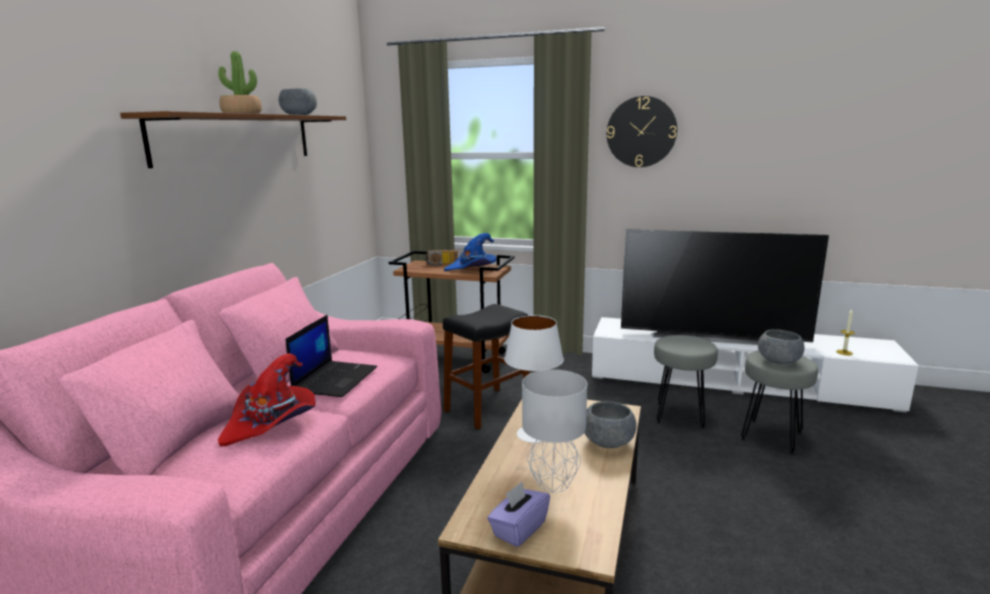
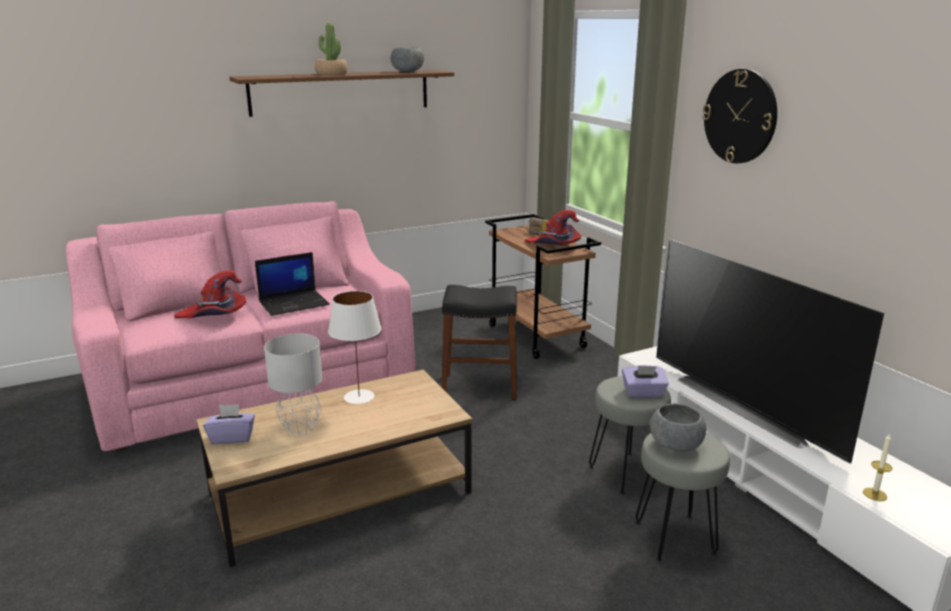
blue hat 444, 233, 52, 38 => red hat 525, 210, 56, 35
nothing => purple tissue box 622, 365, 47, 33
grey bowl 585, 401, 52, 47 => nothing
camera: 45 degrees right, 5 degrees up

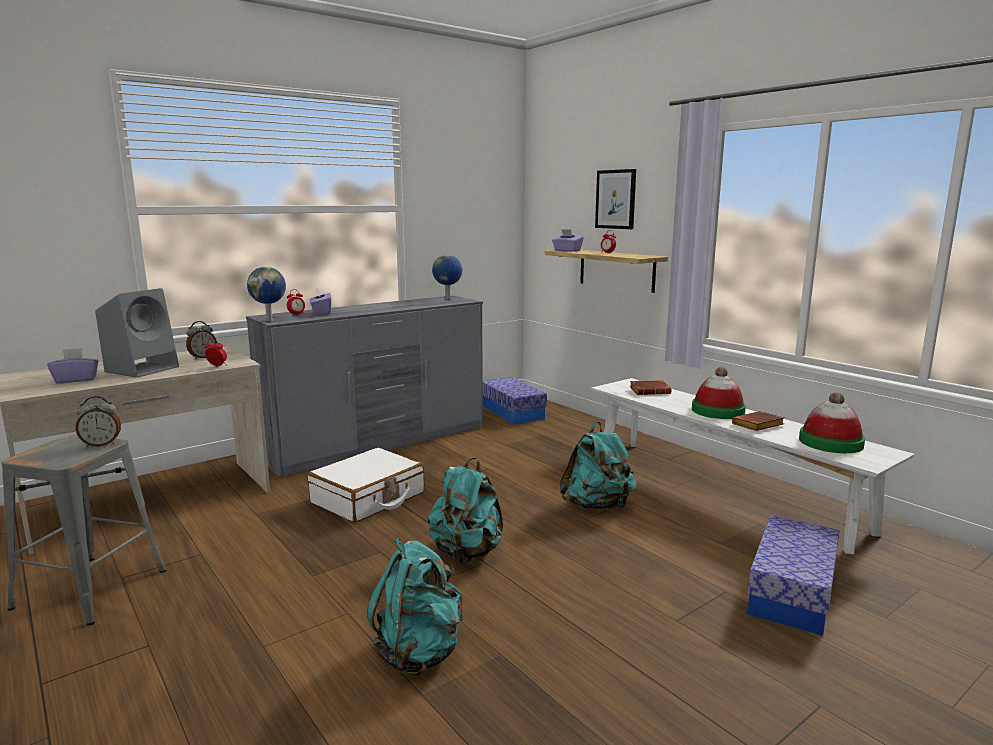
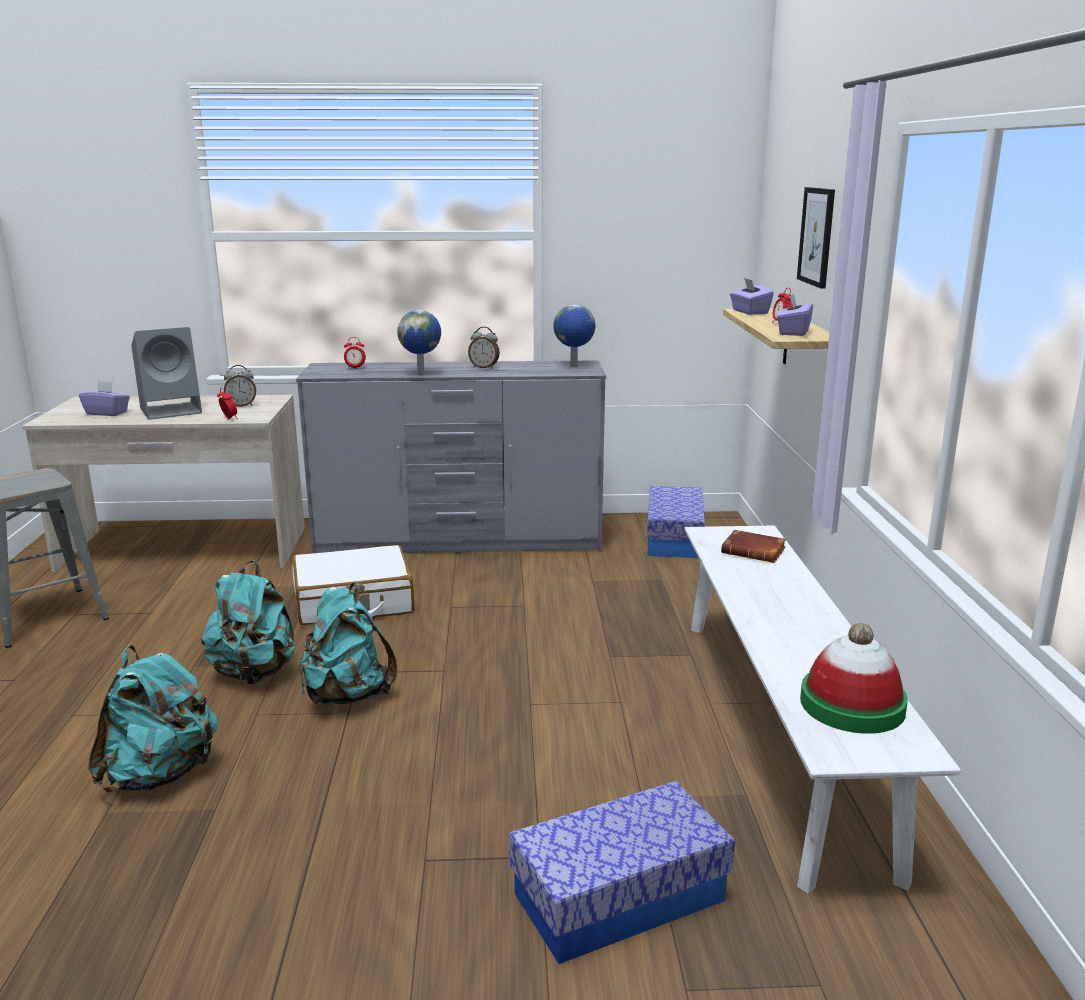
turquoise backpack 560, 421, 77, 89 => turquoise backpack 201, 560, 94, 124, relocated
globe 247, 267, 39, 54 => globe 397, 310, 44, 65, relocated
alarm clock 76, 396, 45, 51 => alarm clock 468, 327, 32, 42, relocated
purple tissue box 310, 288, 21, 27 => purple tissue box 777, 293, 36, 43, relocated
hat 692, 367, 54, 52 => nothing
brown book 732, 411, 53, 20 => nothing
camera: 35 degrees right, 5 degrees up

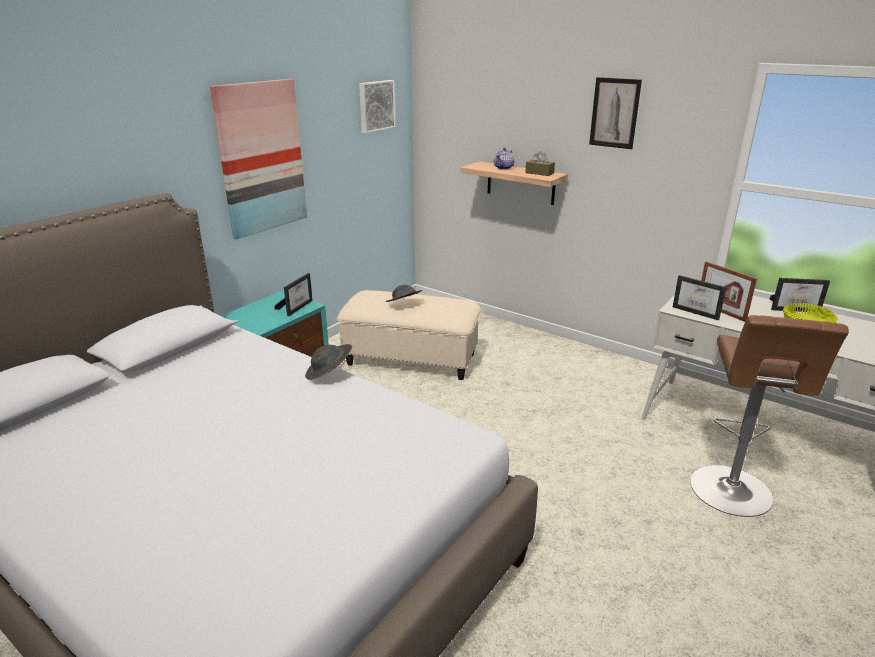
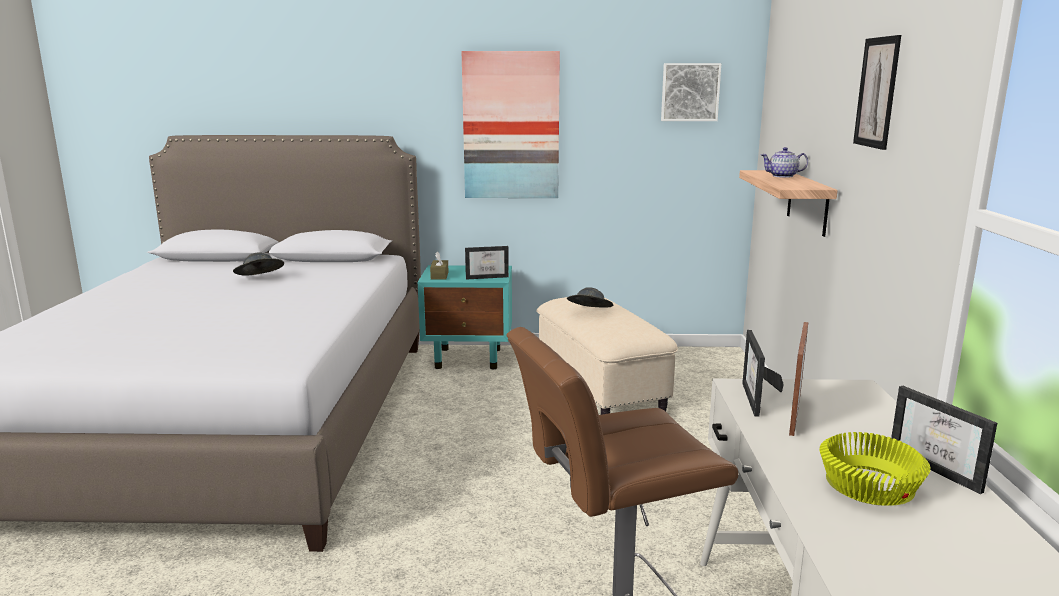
grey hat 305, 344, 47, 36 => grey hat 233, 252, 51, 24, relocated
brown tissue box 525, 151, 30, 25 => brown tissue box 430, 252, 18, 28, relocated
camera: 55 degrees right, 10 degrees down

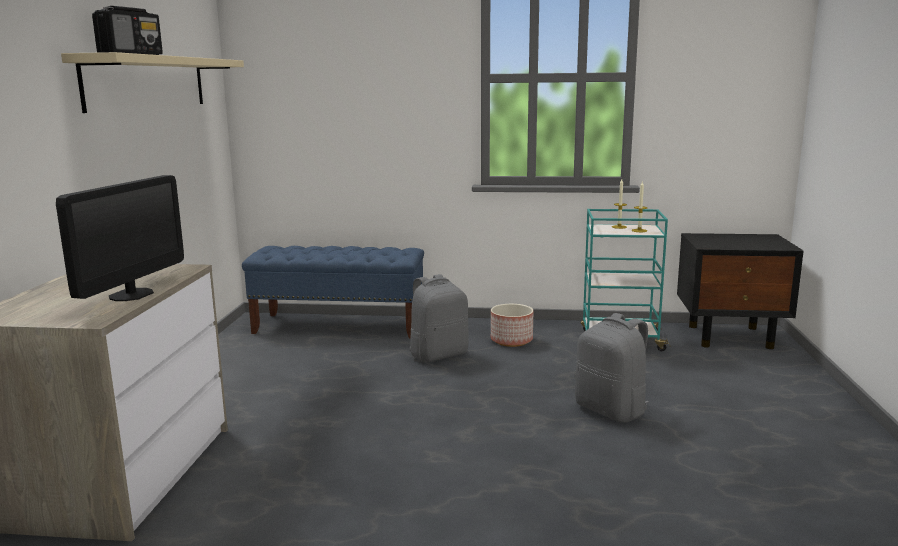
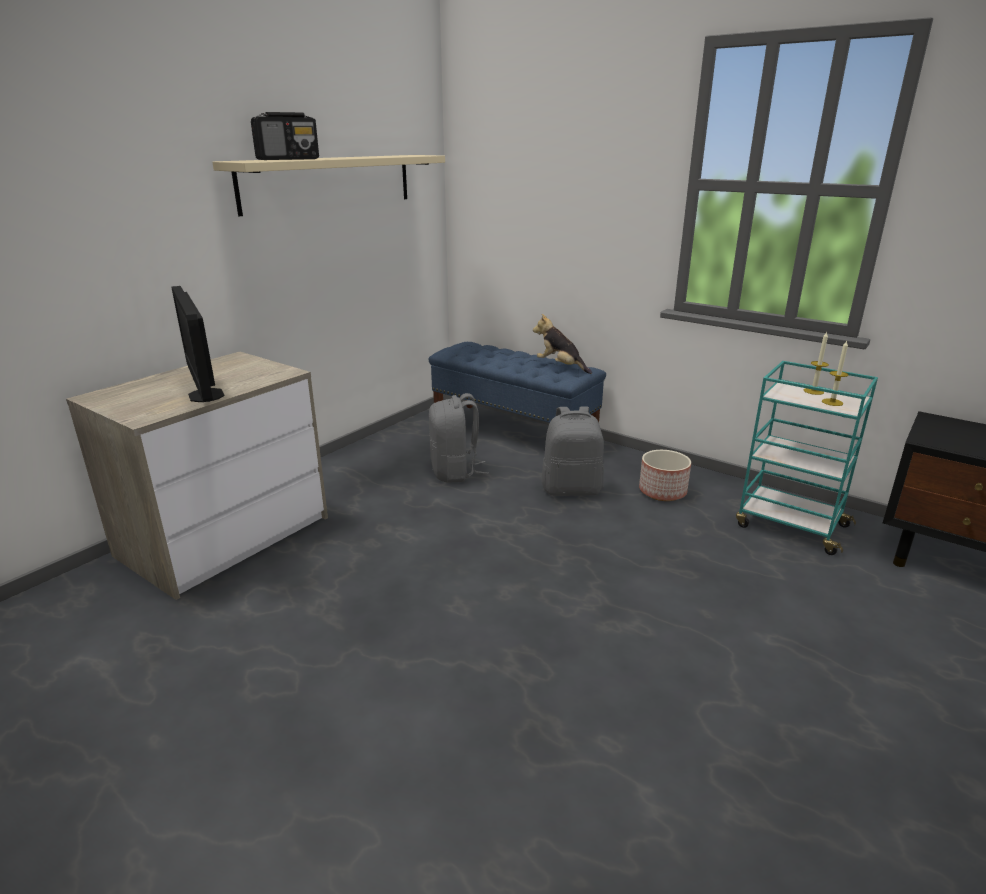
monitor 56, 175, 128, 126 => monitor 171, 286, 53, 116, 105 degrees clockwise
grey backpack 575, 313, 74, 110 => grey backpack 429, 393, 60, 90, relocated
nothing => plush toy 533, 314, 59, 60
camera: 30 degrees right, 10 degrees up

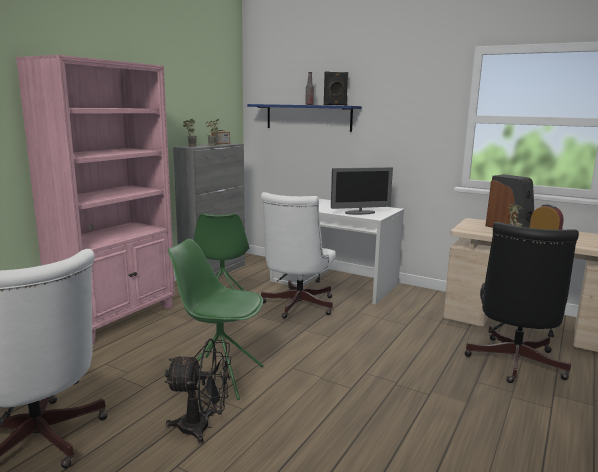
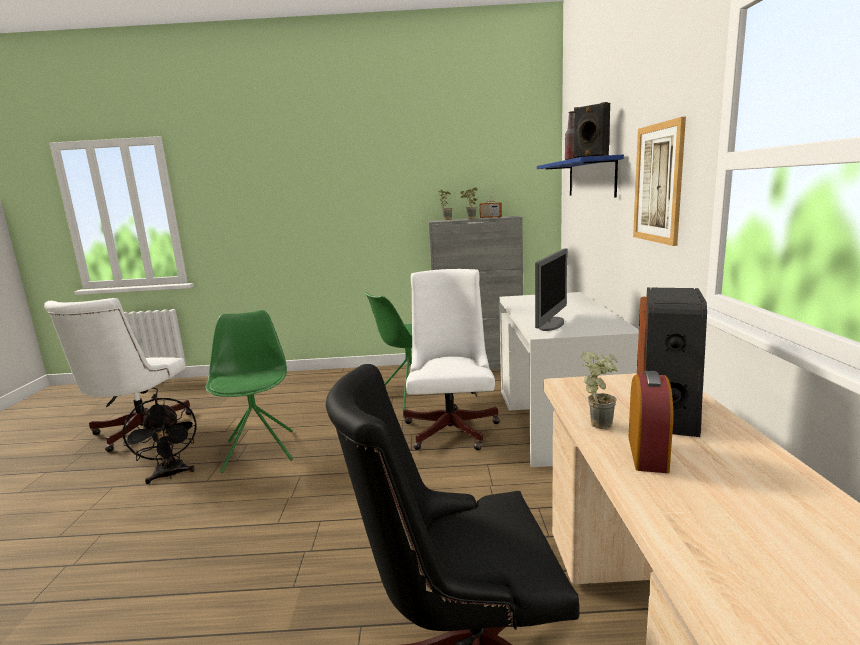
white office chair 261, 192, 75, 127 => white office chair 403, 269, 97, 182, 105 degrees clockwise
monitor 331, 167, 62, 48 => monitor 535, 248, 32, 83, 105 degrees counterclockwise
nothing => picture 633, 117, 53, 129
pink bookcase 16, 55, 159, 289 => nothing
camera: 60 degrees right, 0 degrees up

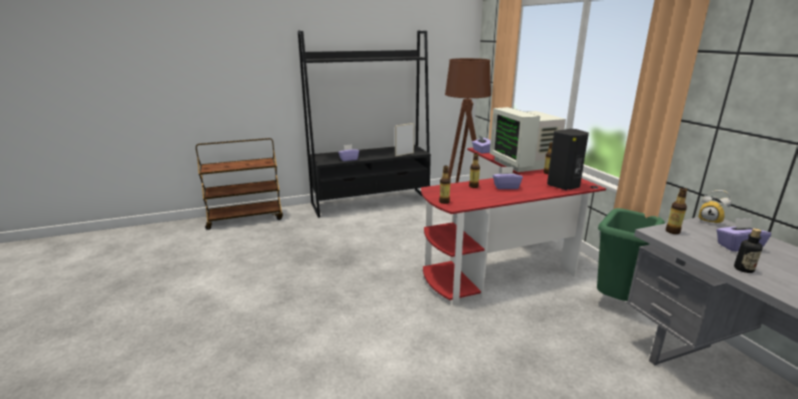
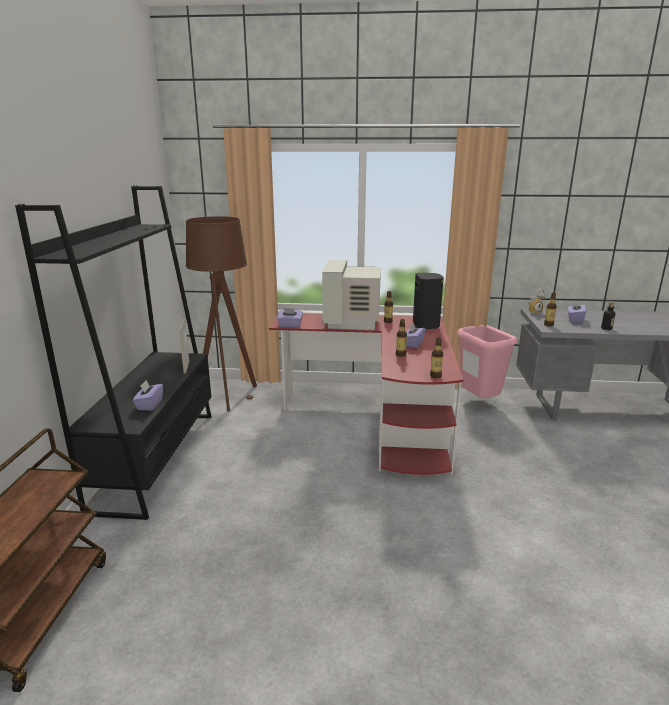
monitor 490, 107, 76, 65 => monitor 322, 260, 59, 70, 90 degrees clockwise
green trash can 597, 208, 68, 93 => pink trash can 457, 325, 60, 73
camera: 65 degrees left, 0 degrees up

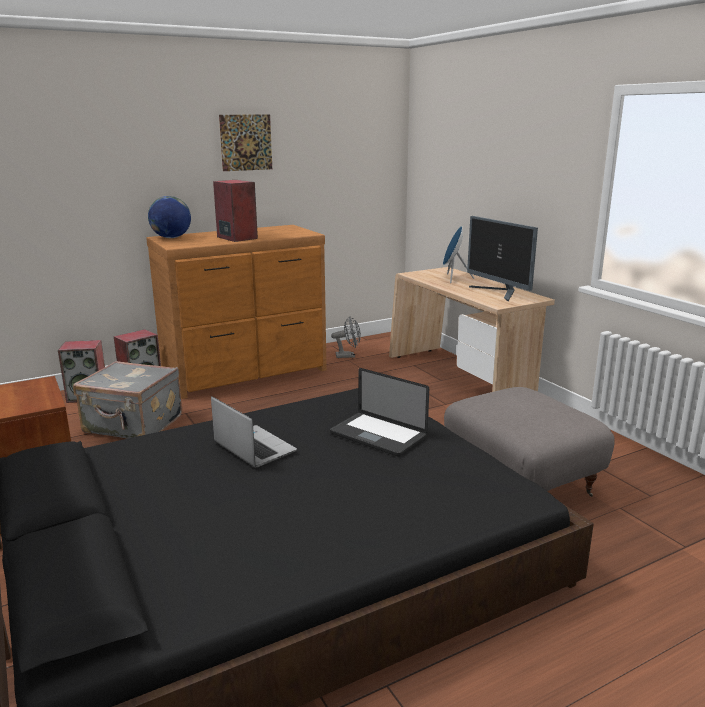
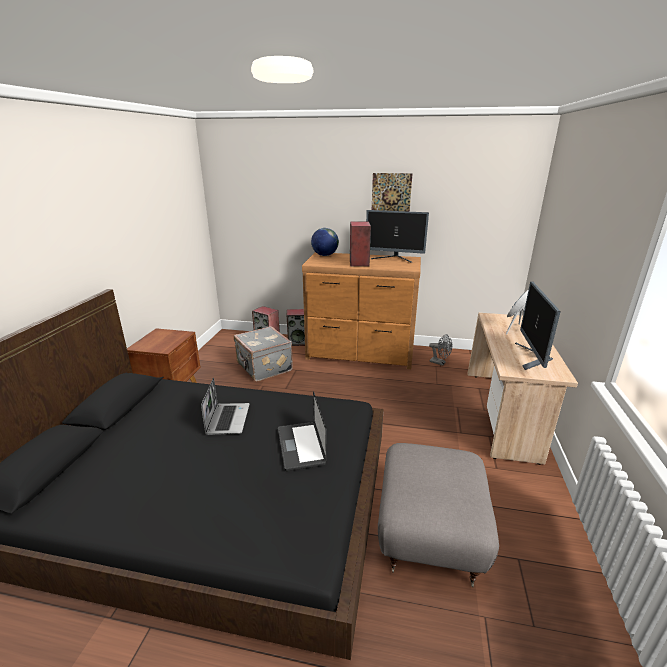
nothing => monitor 366, 210, 63, 53
camera: 40 degrees right, 5 degrees up

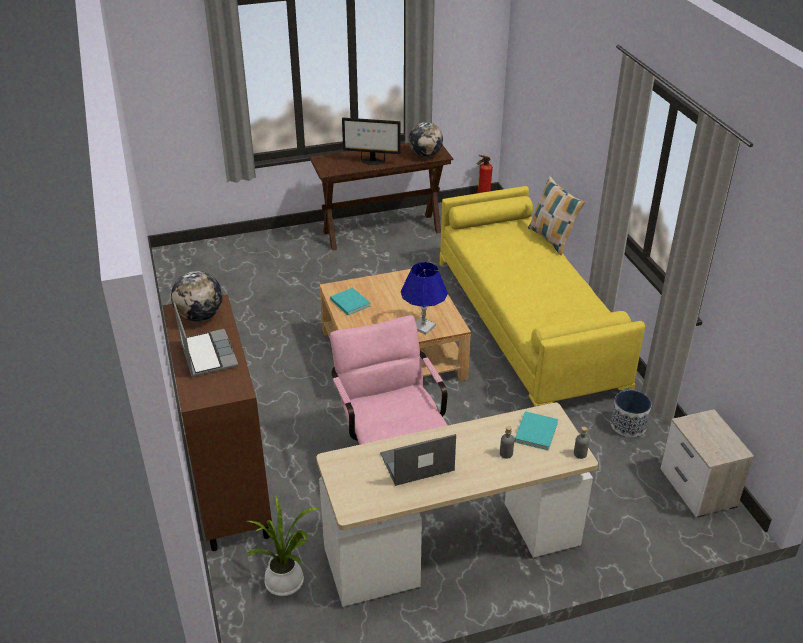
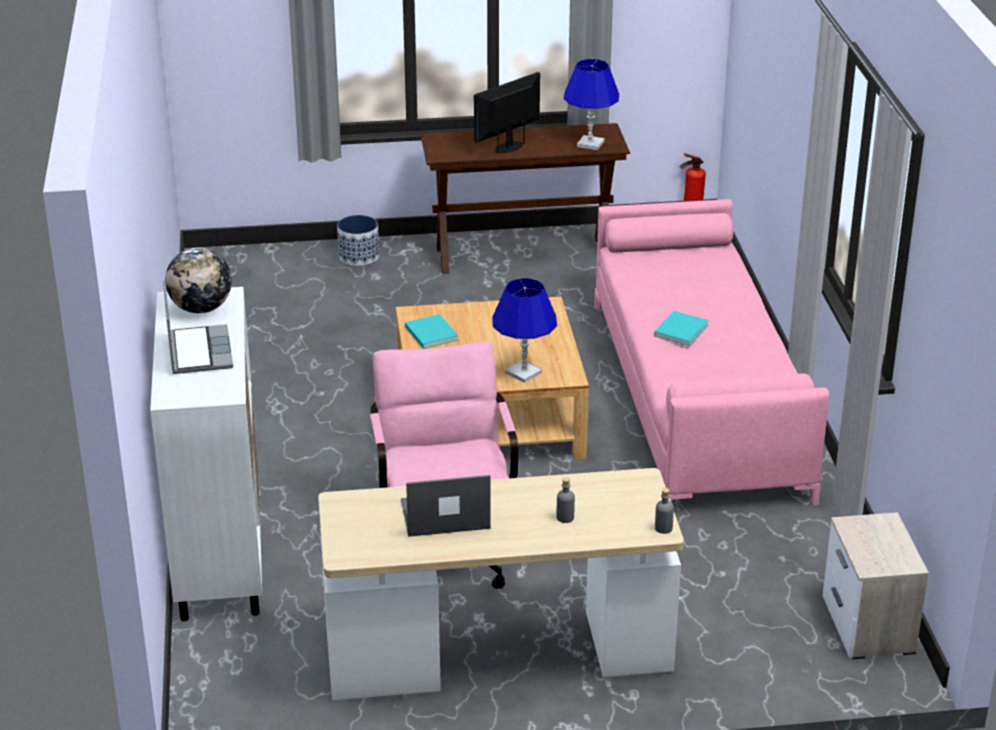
brown cabinet 162, 294, 110, 257 => white cabinet 150, 287, 112, 334
planter 611, 390, 41, 47 => planter 337, 215, 42, 51, relocated
monitor 342, 118, 59, 47 => monitor 474, 72, 66, 82, 120 degrees clockwise
globe 409, 122, 34, 35 => blue table lamp 564, 59, 55, 91
yellow sofa 440, 186, 205, 221 => pink sofa 594, 199, 236, 306
turquoise book 514, 411, 44, 39 => turquoise book 654, 311, 55, 35, relocated
potted plant 246, 495, 73, 101 => nothing
pillow 528, 176, 57, 79 => nothing
camera: 10 degrees right, 5 degrees down

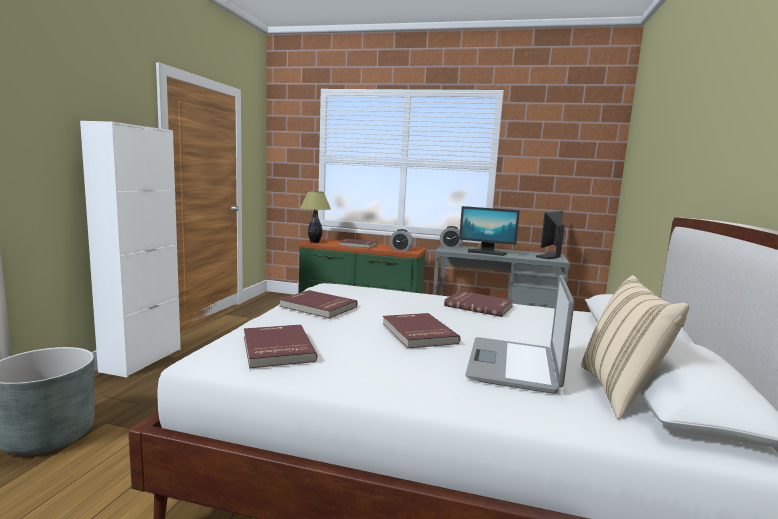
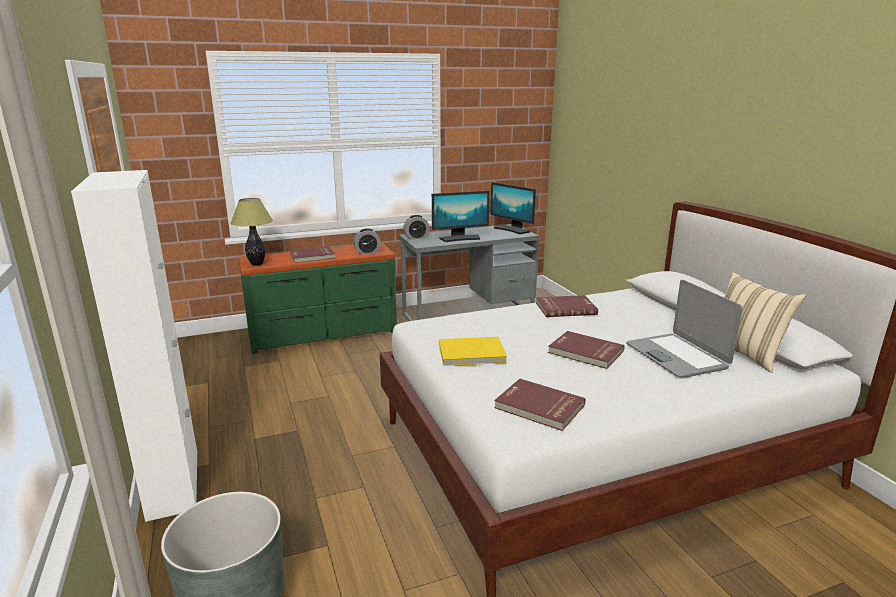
red book 279, 290, 79, 29 => yellow book 439, 337, 68, 29
monitor 536, 211, 29, 48 => monitor 490, 182, 46, 52, 45 degrees counterclockwise
camera: 35 degrees left, 10 degrees up

